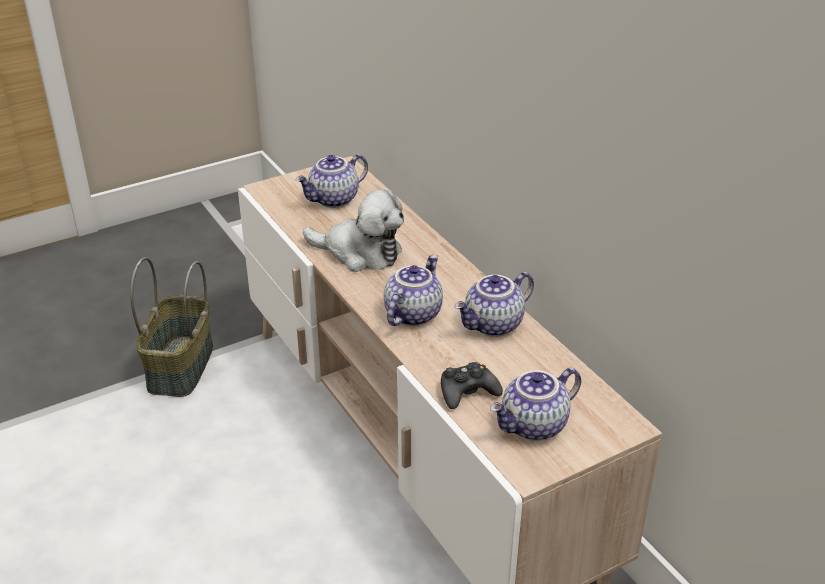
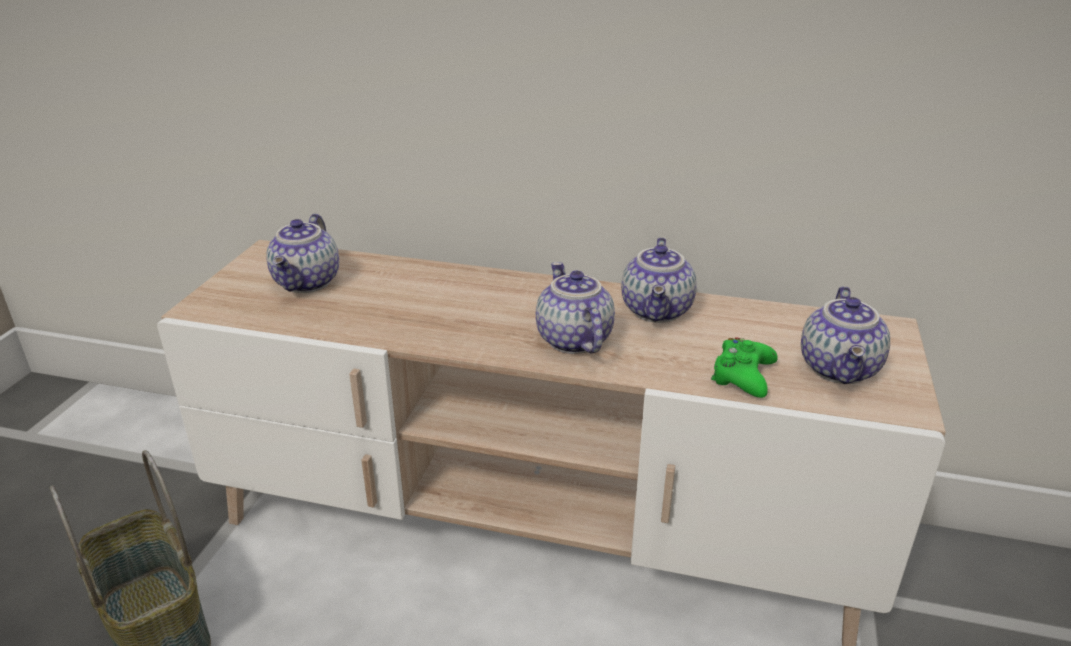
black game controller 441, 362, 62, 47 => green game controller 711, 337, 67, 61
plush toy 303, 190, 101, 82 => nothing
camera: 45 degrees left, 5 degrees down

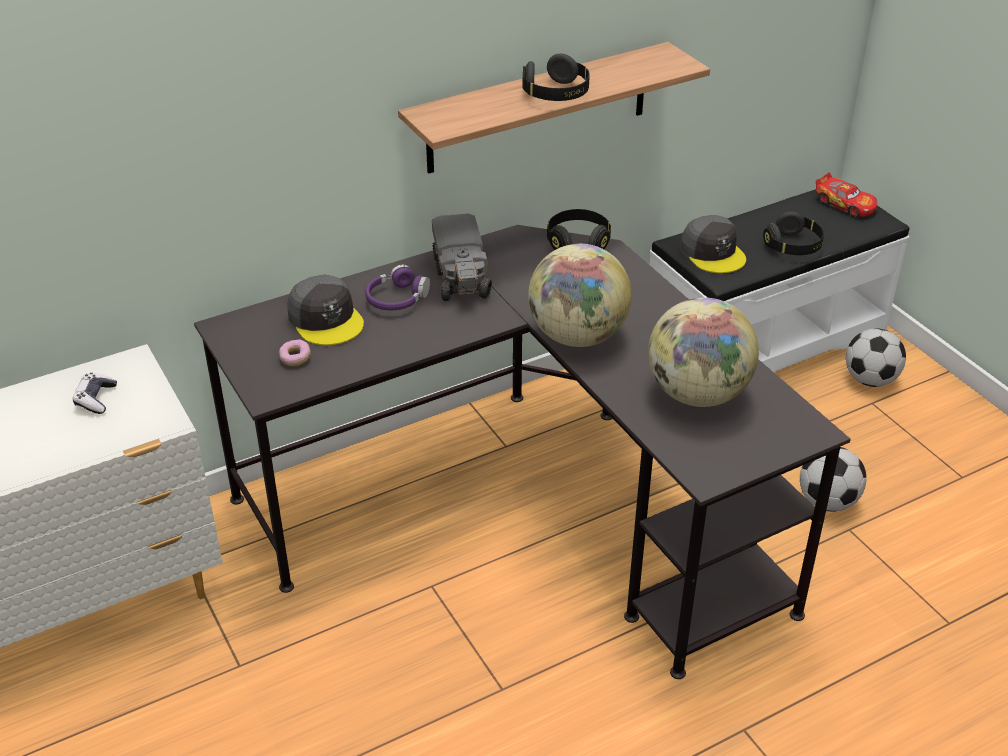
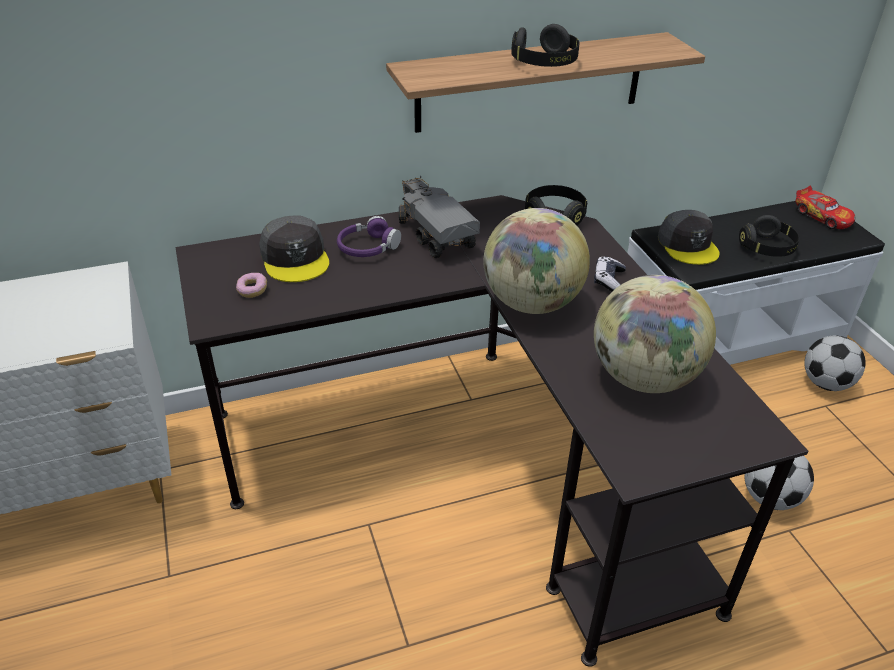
toy truck 432, 214, 60, 87 => toy truck 399, 176, 81, 82, 150 degrees clockwise
game controller 73, 373, 44, 41 => game controller 594, 256, 32, 36, relocated
camera: 10 degrees right, 0 degrees up

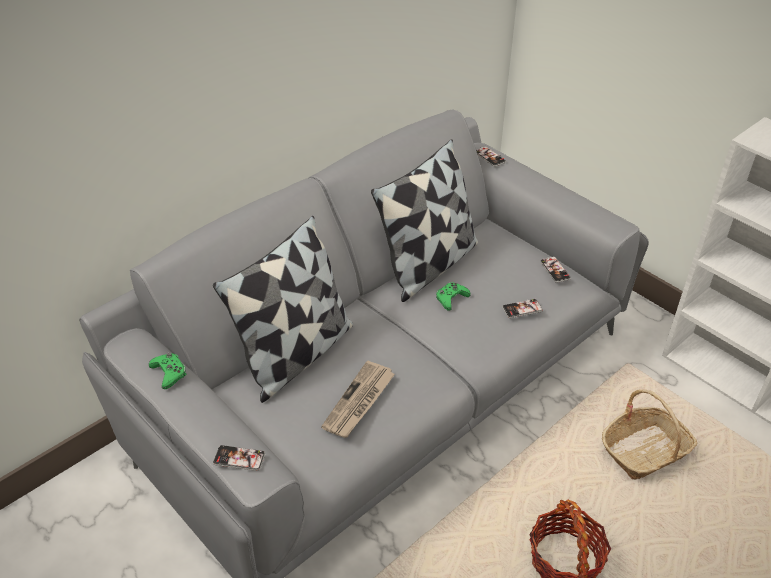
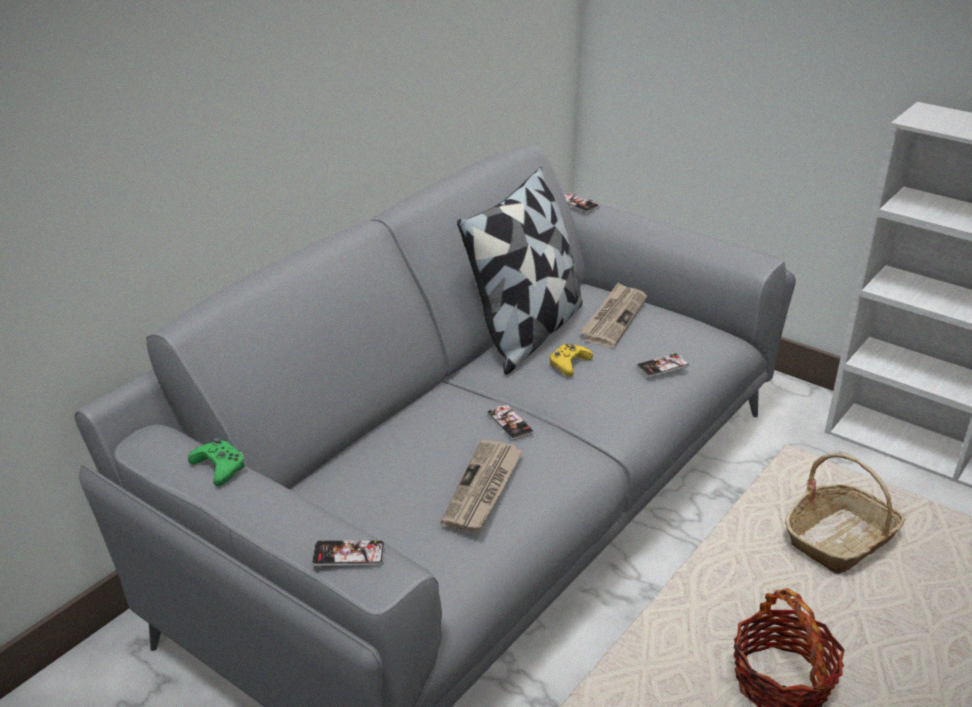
phone 540, 256, 31, 27 => phone 487, 404, 47, 36, relocated
green game controller 436, 282, 35, 29 => yellow game controller 549, 344, 44, 32
nothing => newspaper 579, 282, 68, 65
pillow 213, 216, 140, 187 => nothing
camera: 10 degrees left, 10 degrees down

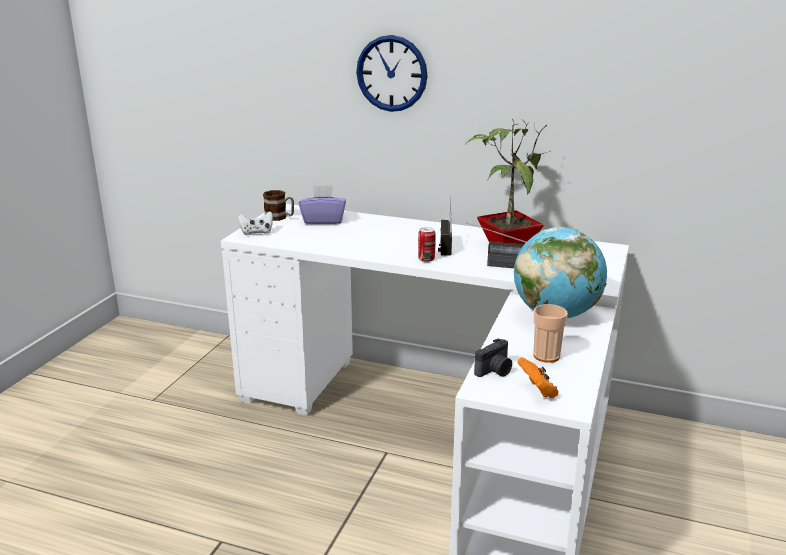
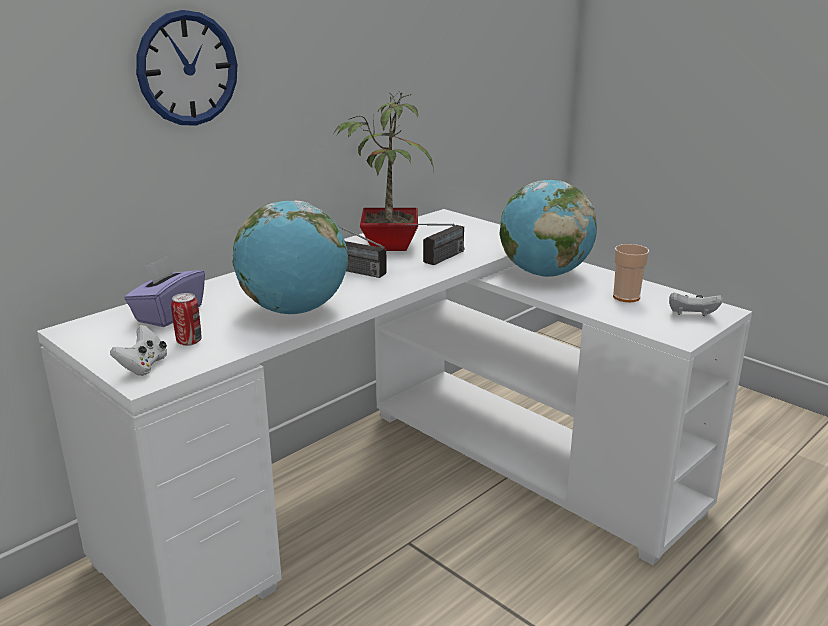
can 418, 227, 18, 35 => can 171, 293, 30, 53, relocated
nothing => globe 233, 201, 115, 113
orange game controller 517, 357, 42, 41 => white game controller 669, 293, 54, 23
mug 263, 190, 31, 31 => nothing
photo camera 474, 338, 38, 39 => nothing
camera: 65 degrees left, 0 degrees up

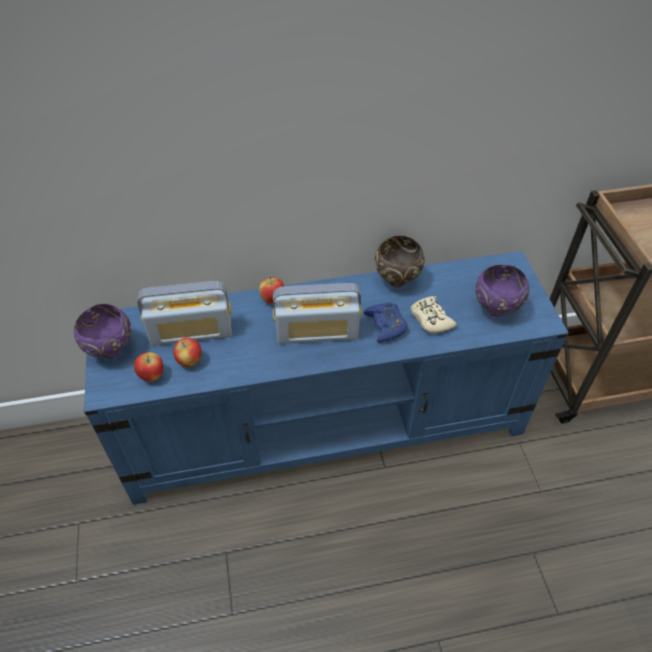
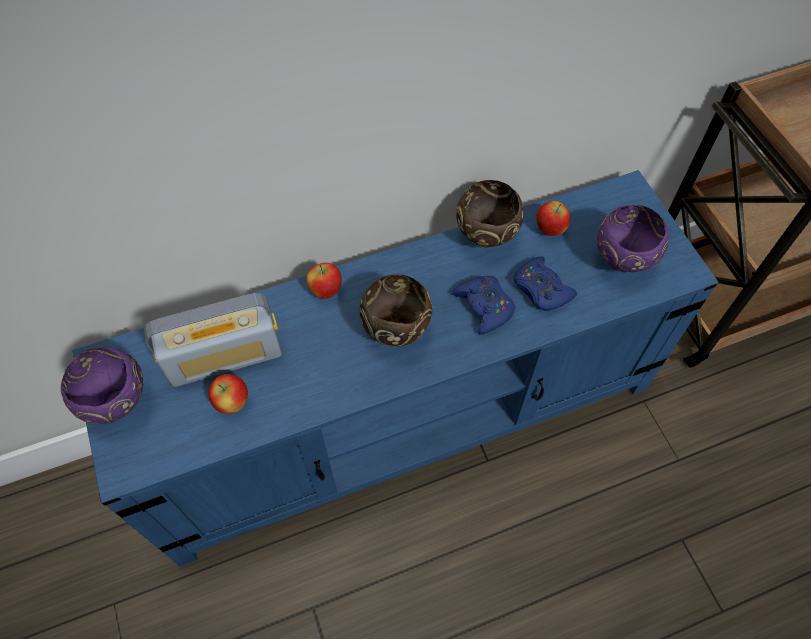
radio 273, 283, 89, 61 => brown bowl 360, 274, 73, 73
beige game controller 411, 296, 45, 37 => blue game controller 514, 256, 63, 55
apple 134, 352, 29, 30 => apple 536, 201, 34, 35, relocated
camera: 10 degrees left, 10 degrees up

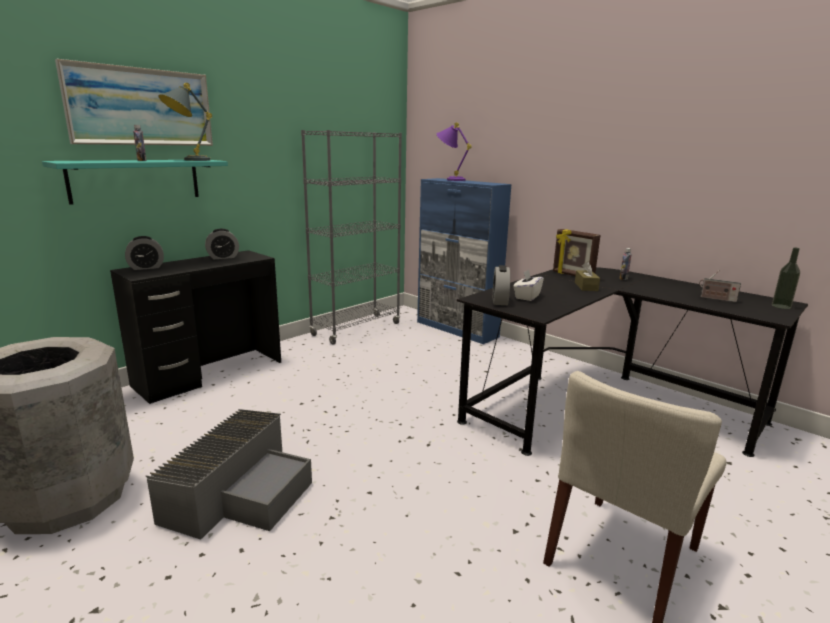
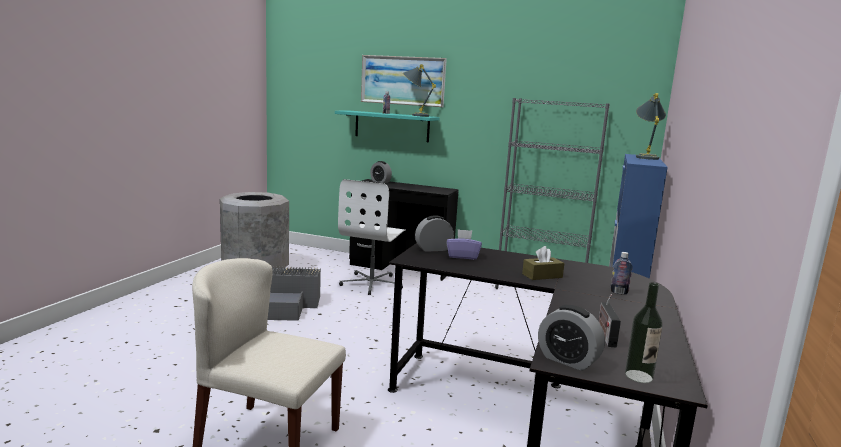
nothing => white office chair 338, 179, 68, 116
white tissue box 513, 269, 31, 32 => purple tissue box 447, 229, 35, 30
alarm clock 205, 229, 34, 30 => alarm clock 538, 305, 67, 66, relocated
purple table lamp 437, 123, 35, 58 => grey table lamp 636, 93, 30, 67
picture frame 553, 229, 47, 47 => nothing
camera: 65 degrees right, 5 degrees down

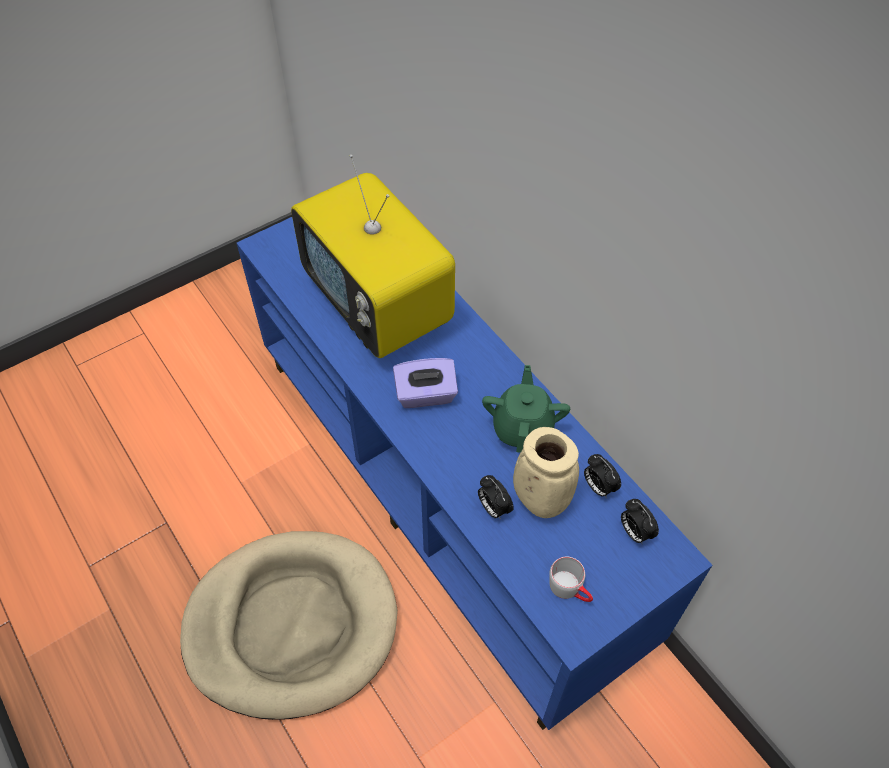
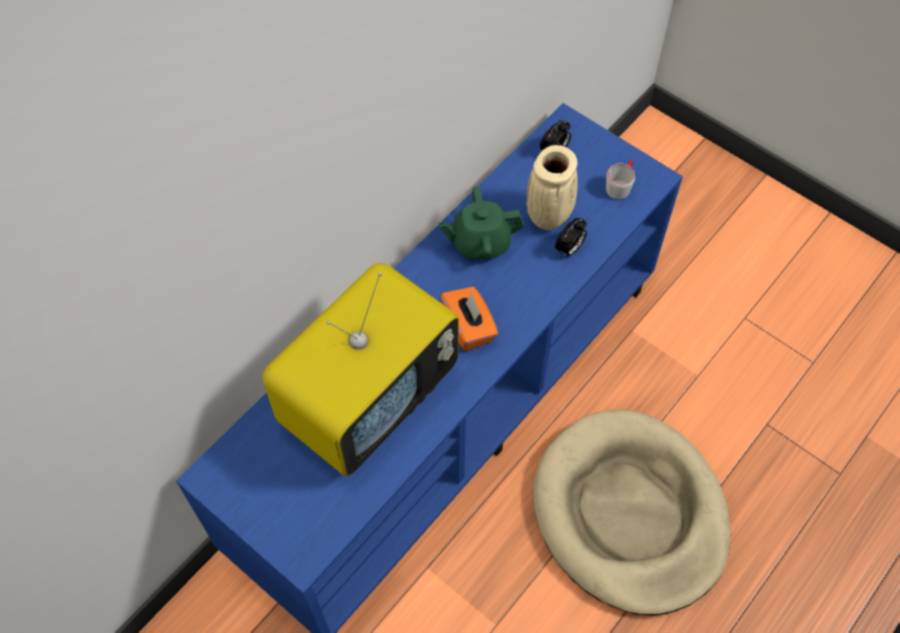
purple tissue box 393, 358, 65, 50 => orange tissue box 440, 287, 58, 64
alarm clock 584, 454, 37, 44 => nothing
camera: 105 degrees left, 5 degrees up

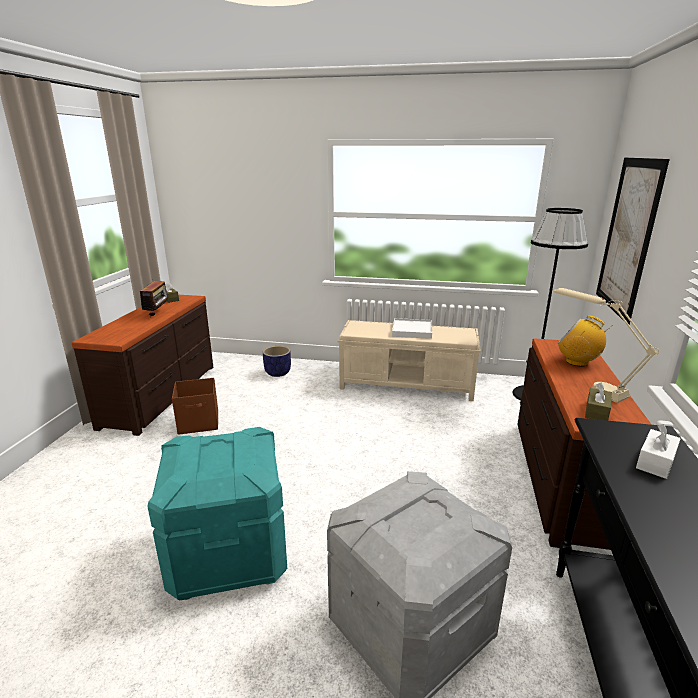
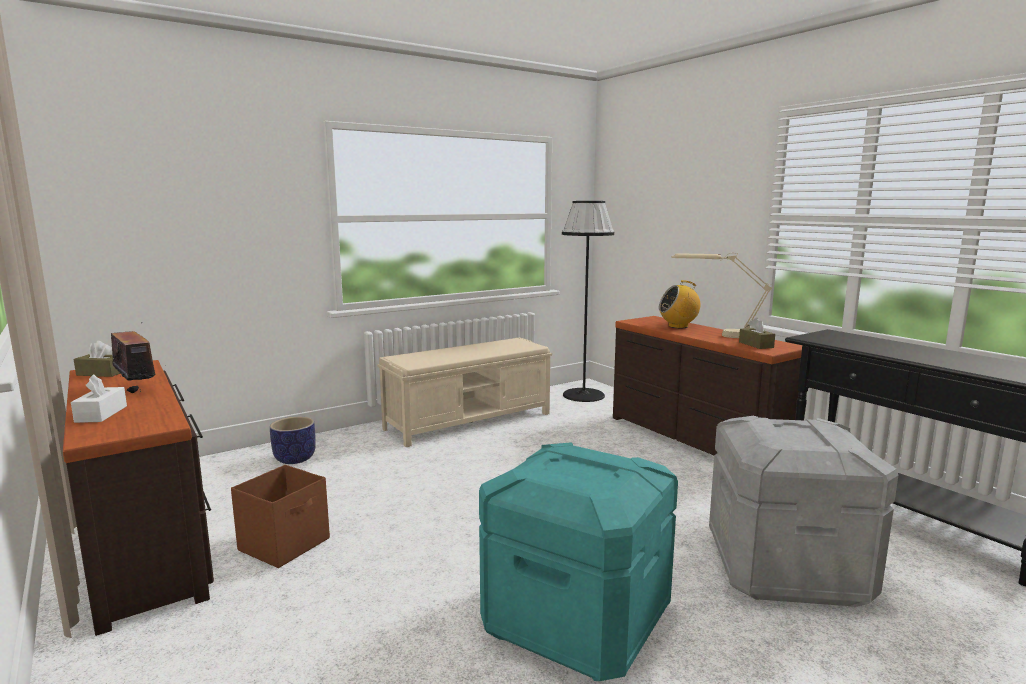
white tissue box 636, 424, 45, 55 => white tissue box 71, 374, 56, 49, relocated
white tray 392, 318, 40, 21 => nothing
picture 596, 158, 74, 167 => nothing
camera: 45 degrees left, 10 degrees down

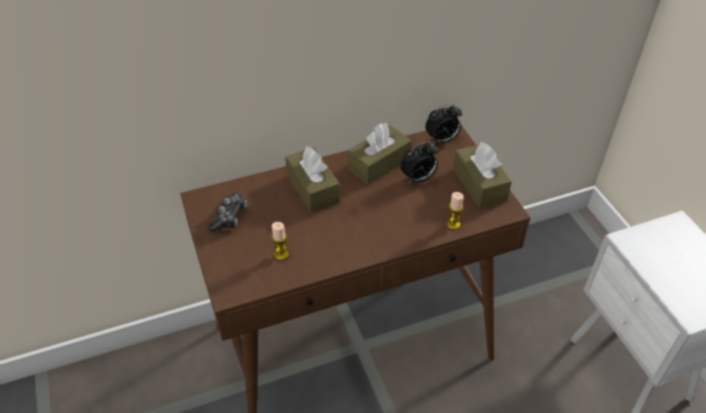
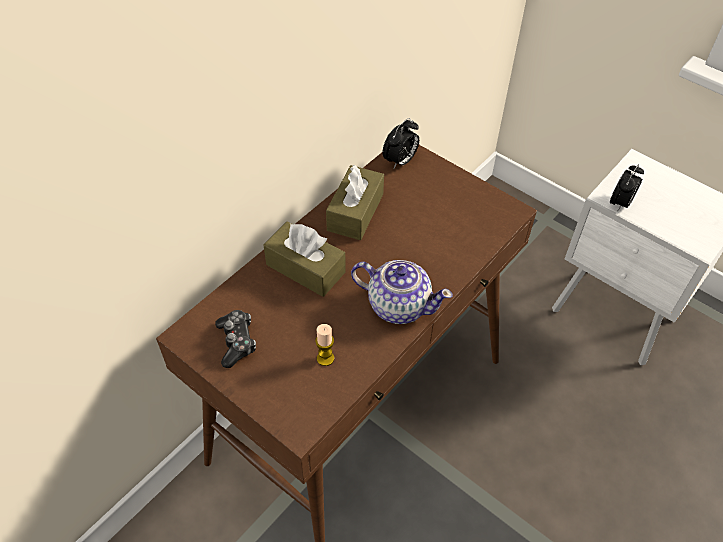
nothing => teapot 351, 260, 102, 64
alarm clock 400, 141, 38, 42 => alarm clock 610, 164, 34, 48, relocated
candle 446, 192, 18, 38 => nothing
brown tissue box 453, 142, 59, 66 => nothing
camera: 30 degrees left, 5 degrees up

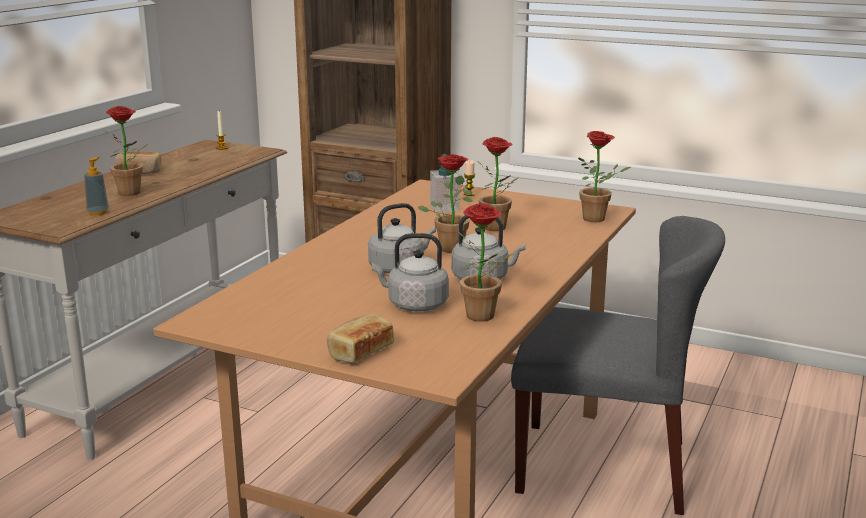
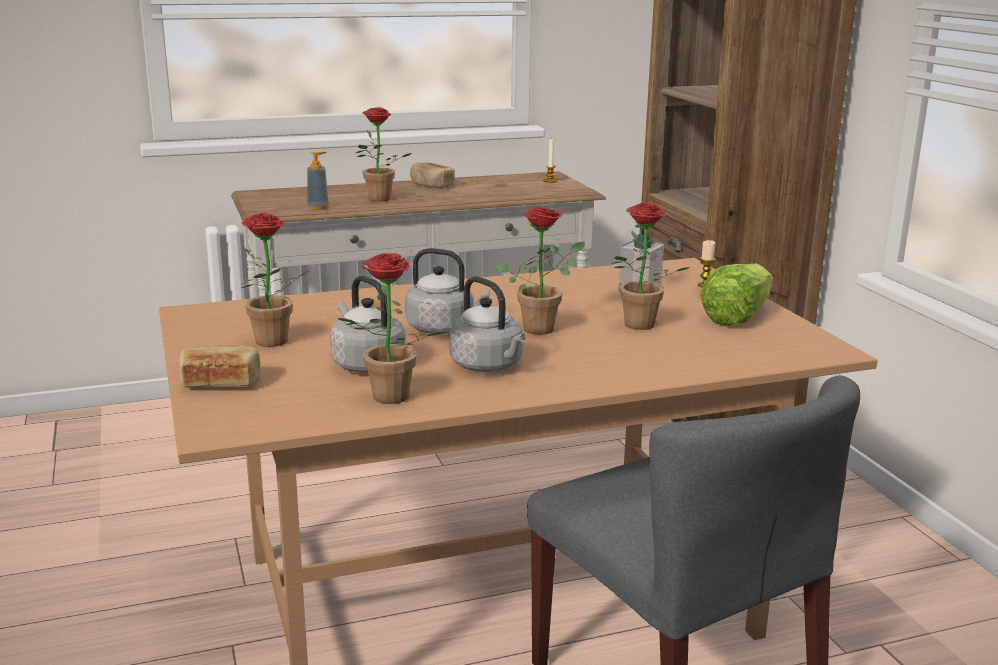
potted plant 578, 131, 53, 91 => potted plant 242, 213, 67, 134, relocated
nothing => lettuce 700, 264, 73, 61
camera: 45 degrees right, 0 degrees up

